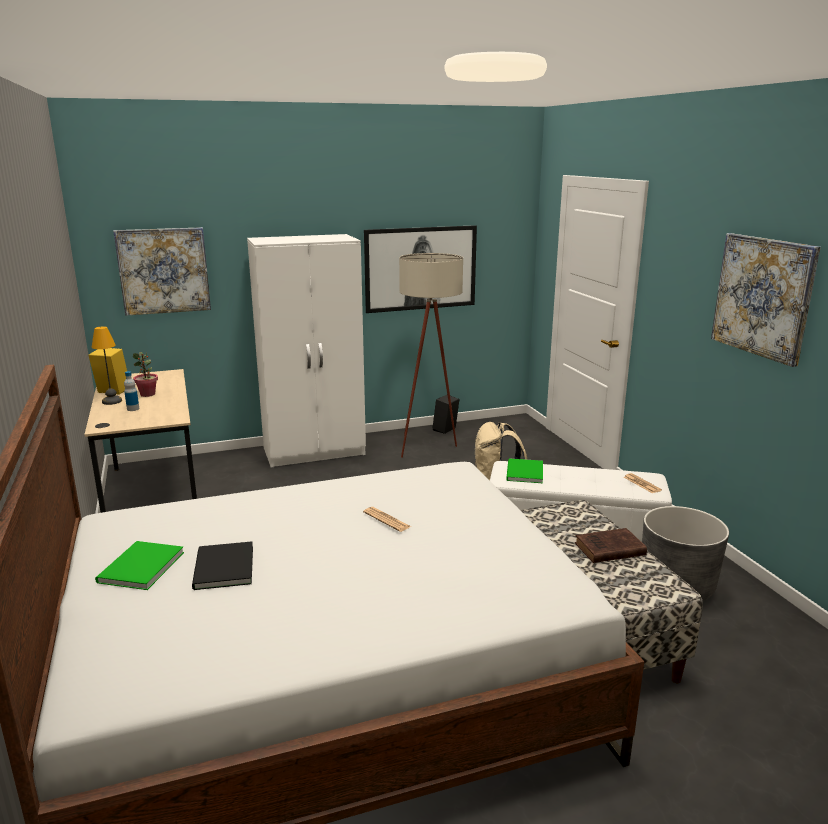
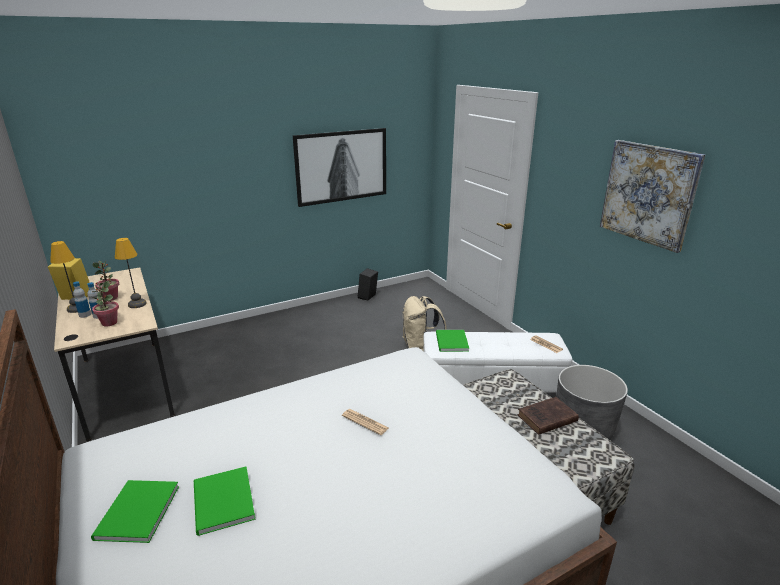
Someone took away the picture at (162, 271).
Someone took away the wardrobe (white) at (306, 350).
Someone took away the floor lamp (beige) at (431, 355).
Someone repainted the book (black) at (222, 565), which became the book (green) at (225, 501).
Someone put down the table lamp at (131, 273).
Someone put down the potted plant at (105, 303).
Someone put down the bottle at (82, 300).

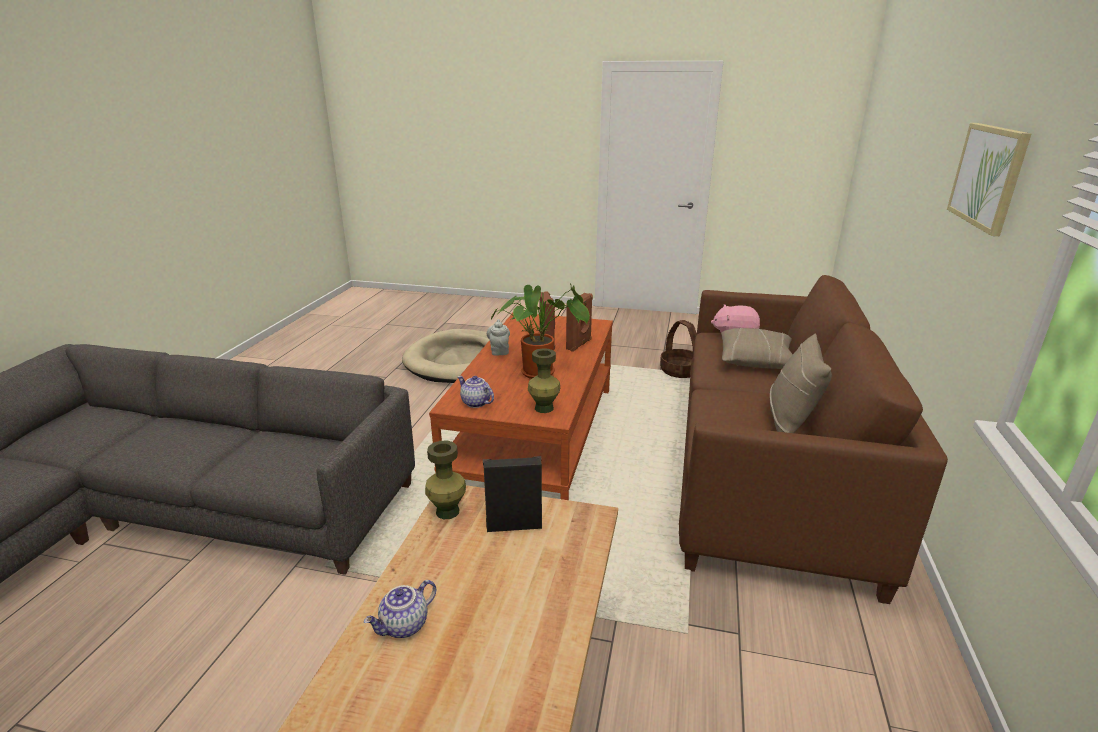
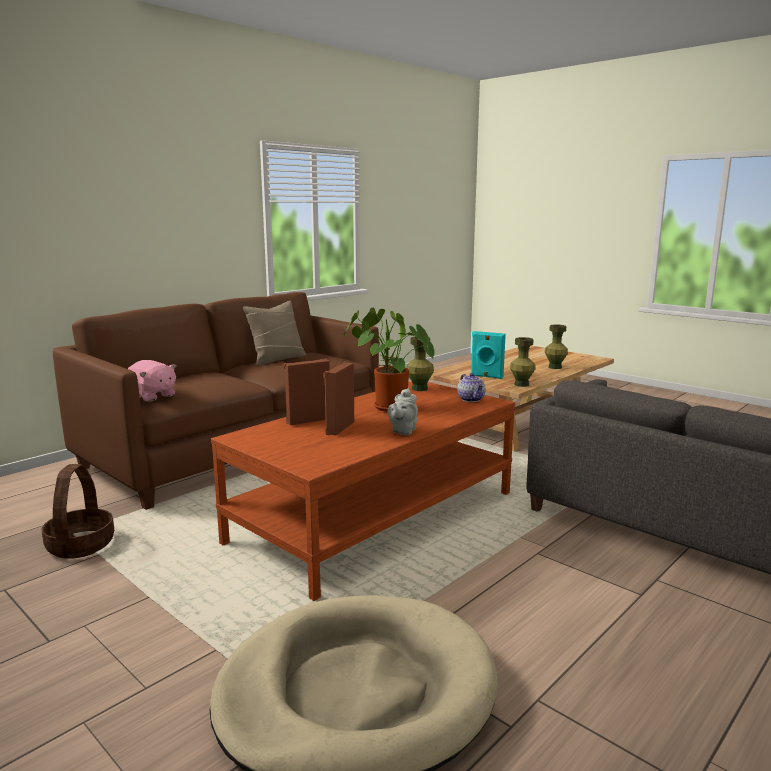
Someone took away the picture at (989, 179).
Someone took away the pillow (beige) at (757, 348).
Someone repainted the speaker (black) at (512, 494), which became the speaker (turquoise) at (488, 355).
Someone swapped the teapot at (400, 609) for the vase (green) at (556, 347).

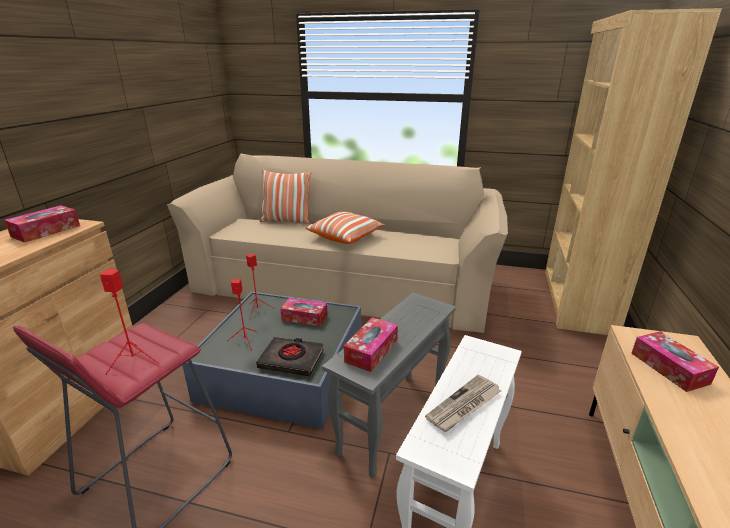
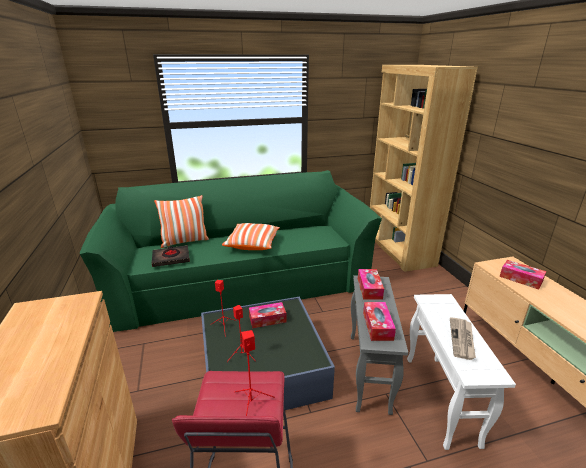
Someone repainted the sofa (beige) at (337, 243), which became the sofa (green) at (231, 251).
Someone carried the tissue box from (42, 224) to (371, 284).
Someone carried the book (black) from (290, 356) to (171, 256).

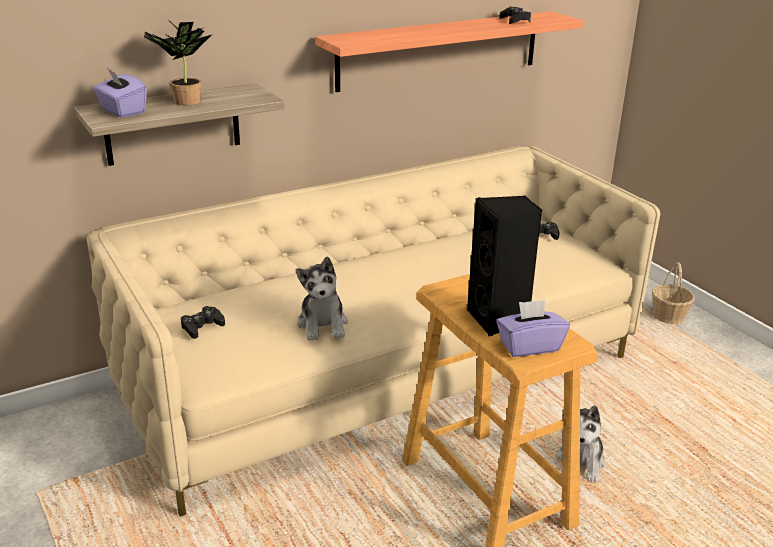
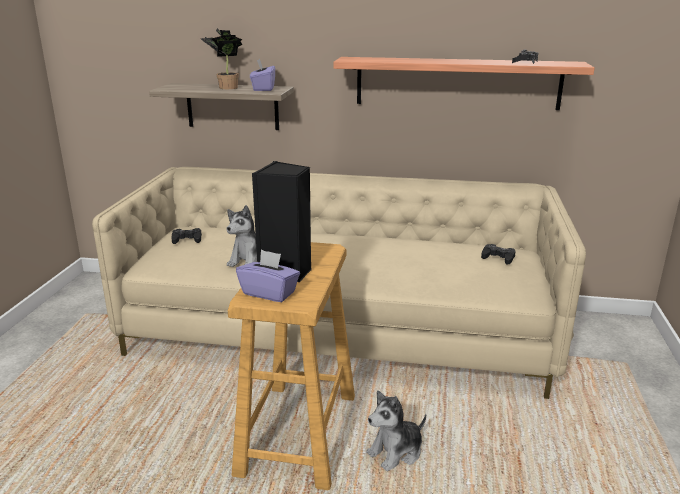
Someone carried the tissue box (purple) from (120, 93) to (262, 75).
Someone took away the basket at (673, 294).

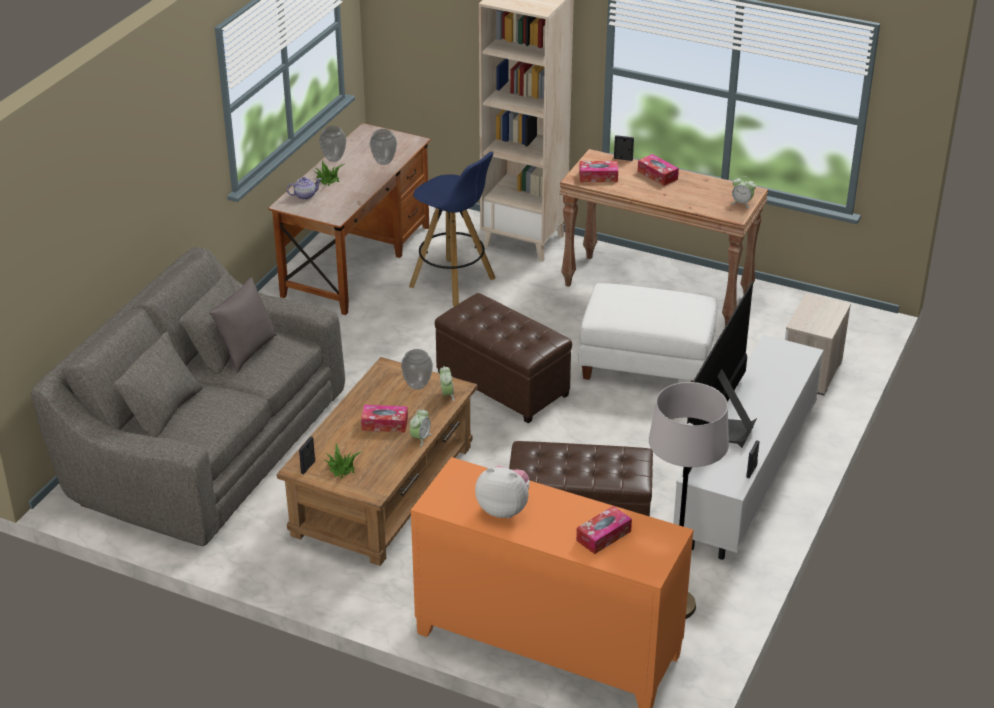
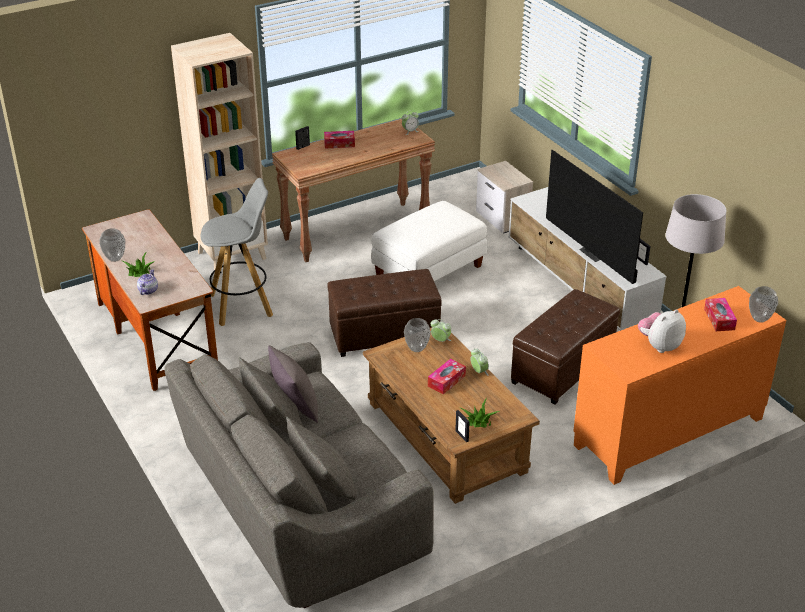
Someone carried the vase from (383, 147) to (763, 304).
Someone repainted the stool (blue) at (452, 229), which became the stool (grey) at (237, 252).
Someone took away the tissue box at (598, 171).

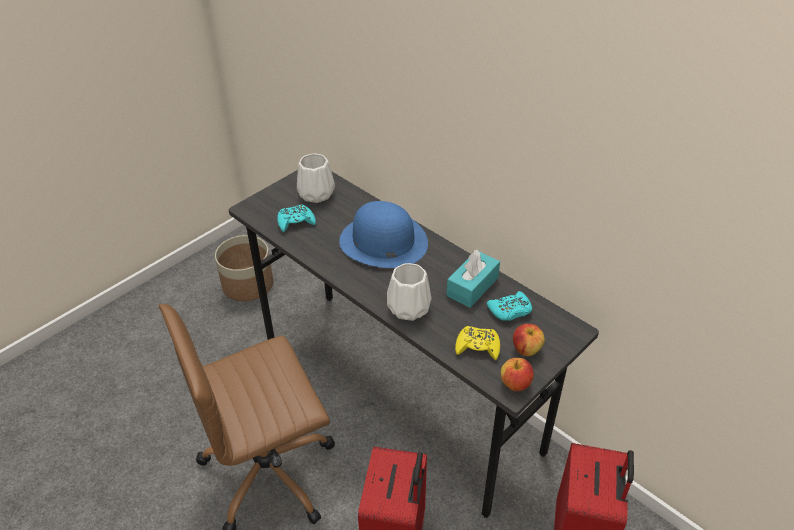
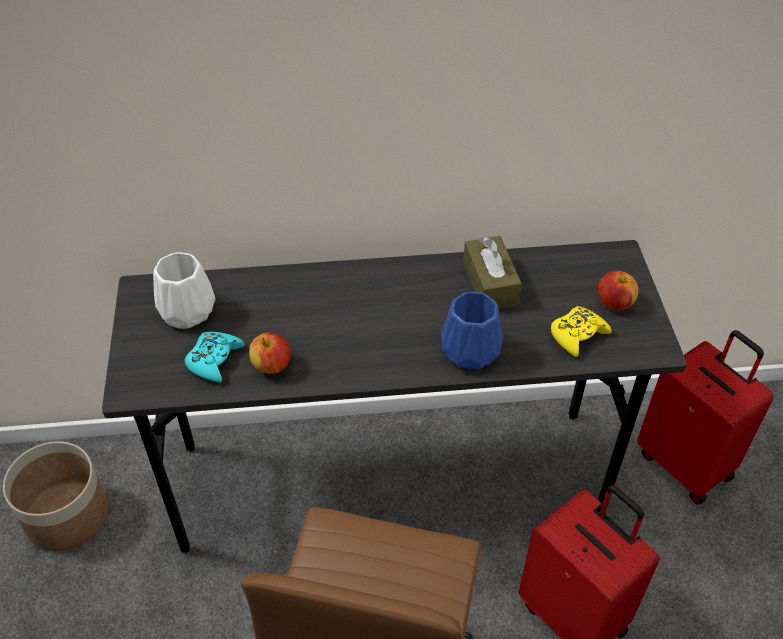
Someone took away the hat (blue) at (383, 234).
Someone repainted the tissue box (turquoise) at (473, 279), which became the tissue box (brown) at (492, 272).
Someone repainted the vase (white) at (409, 292), which became the vase (blue) at (472, 330).
Someone took away the game controller (turquoise) at (509, 306).
Someone carried the apple from (517, 374) to (270, 353).

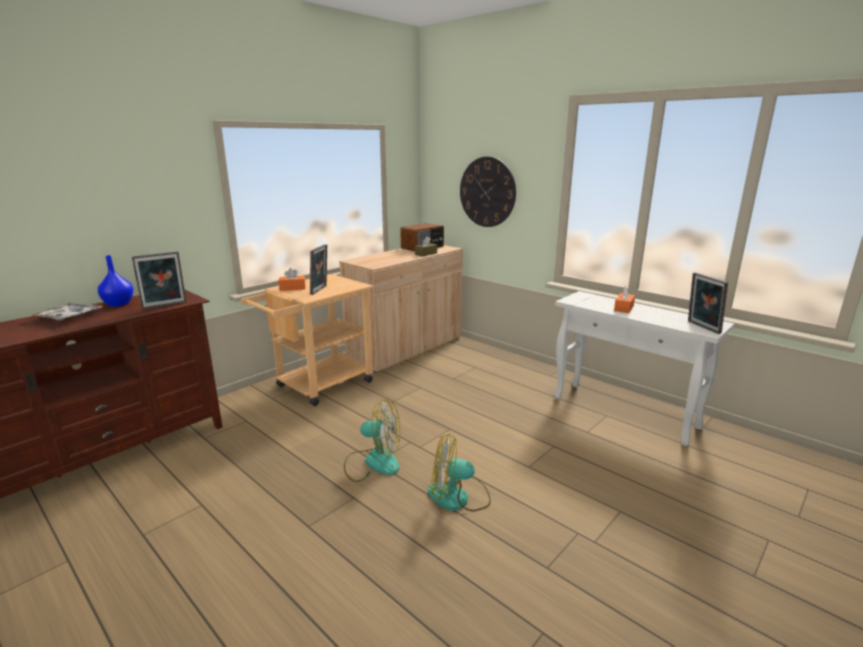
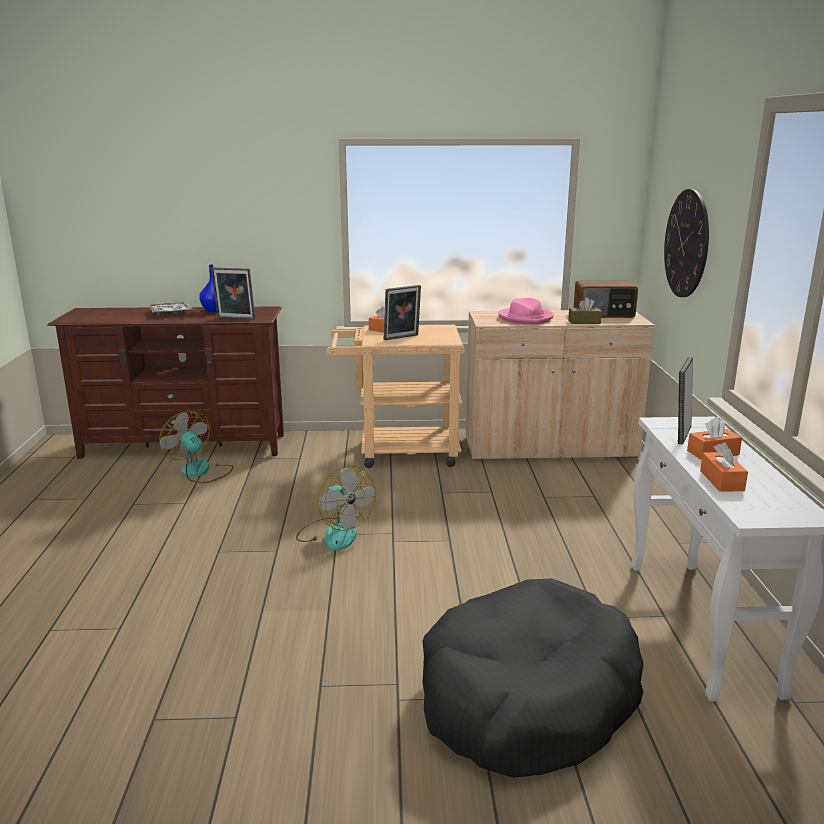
Someone carried the picture frame from (708, 303) to (685, 400).
Someone carried the fan from (459, 472) to (196, 447).
Someone put down the hat (pink) at (526, 311).
Someone put down the tissue box (orange) at (724, 467).
Someone put down the dog bed (black) at (533, 678).

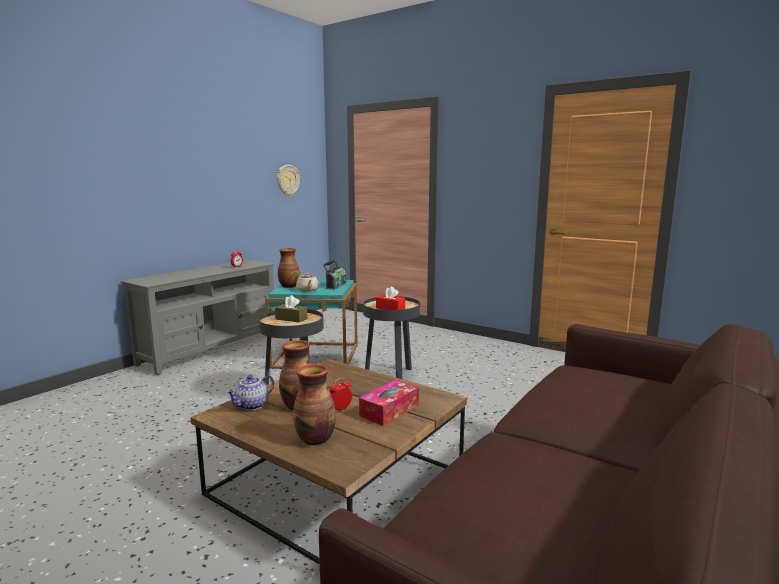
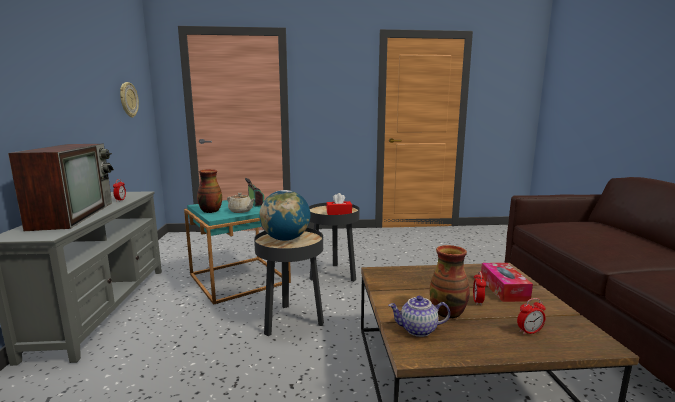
Someone swapped the tissue box (brown) at (291, 308) for the globe at (284, 215).
Someone swapped the vase at (314, 404) for the alarm clock at (531, 316).
Someone rotated the teapot at (250, 393) by 90 degrees clockwise.
Someone put down the television at (61, 187).

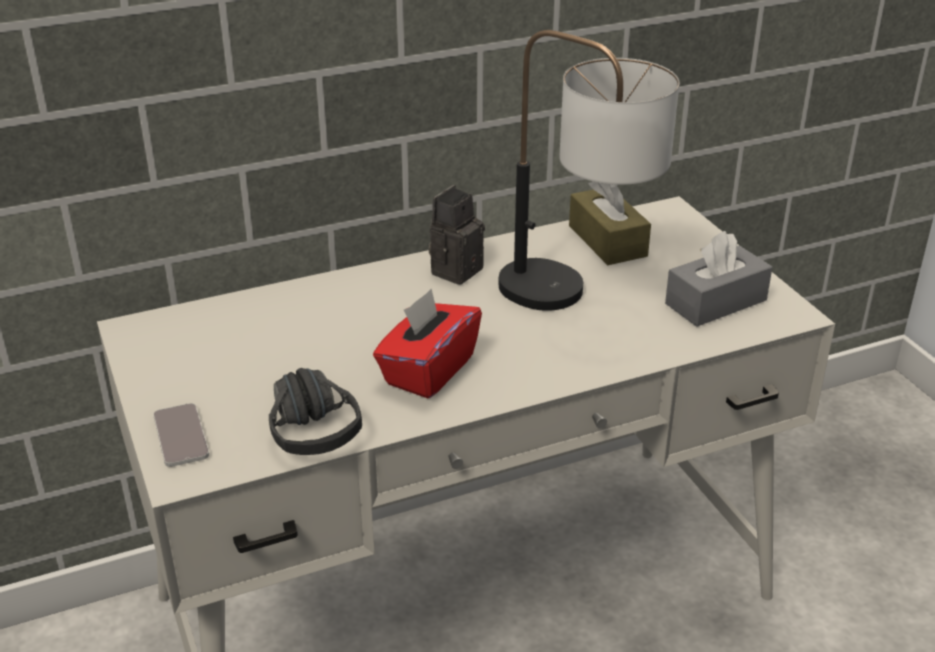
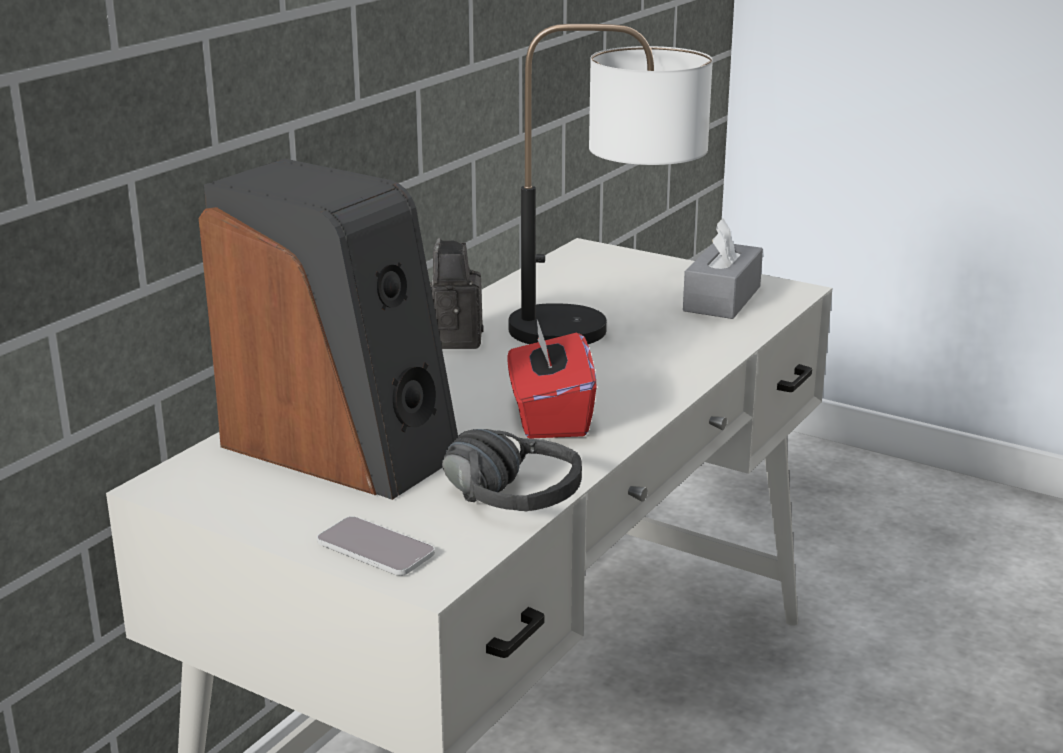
Someone took away the tissue box (brown) at (610, 223).
Someone put down the speaker at (328, 329).

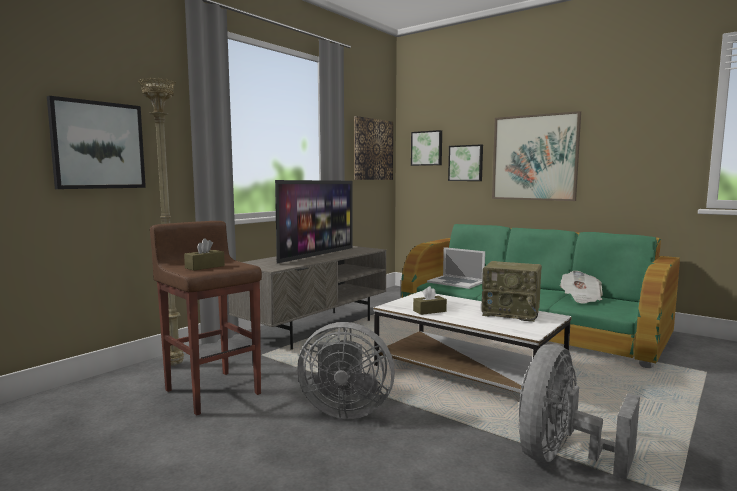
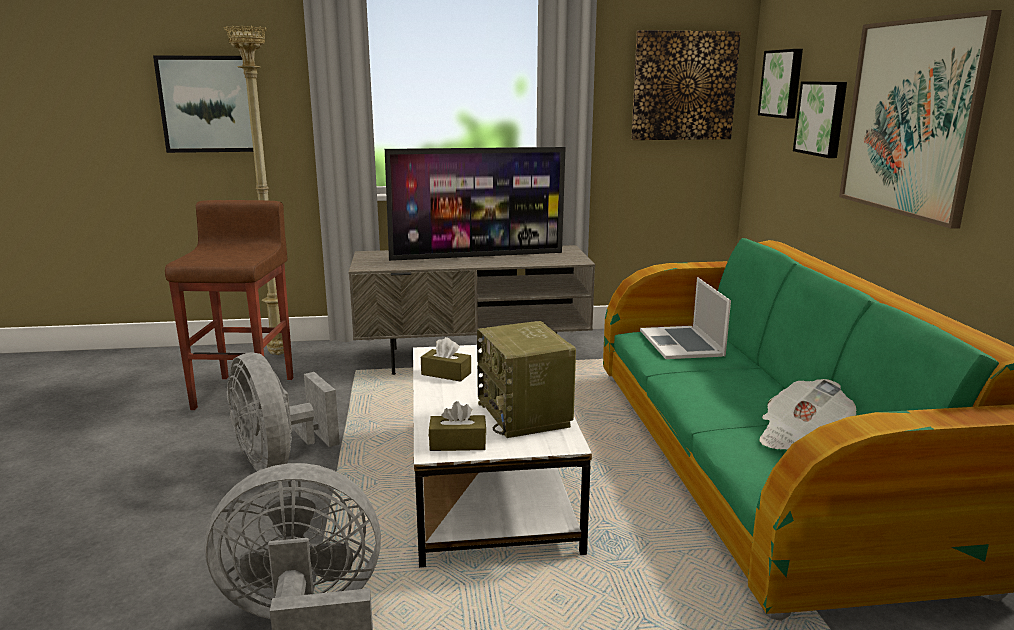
Someone carried the tissue box (brown) from (204, 254) to (457, 426).

